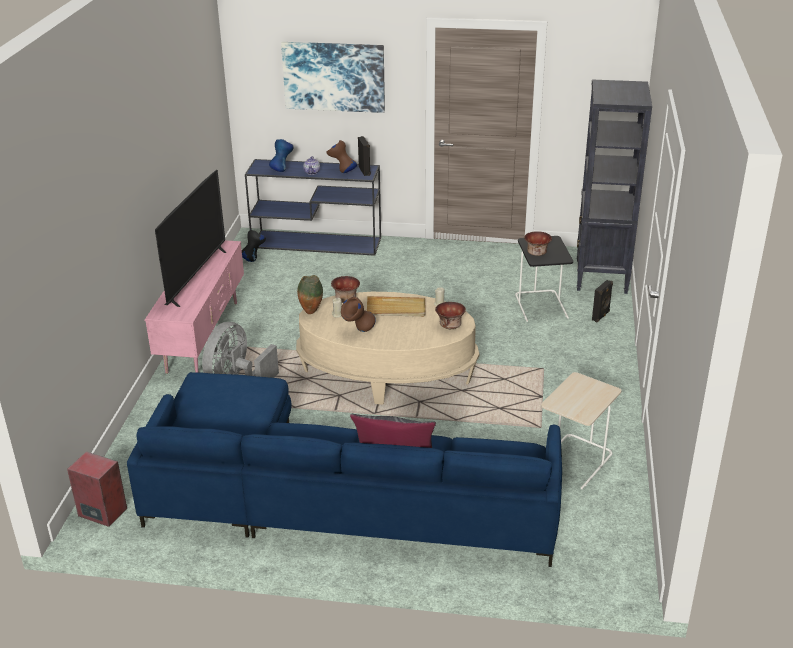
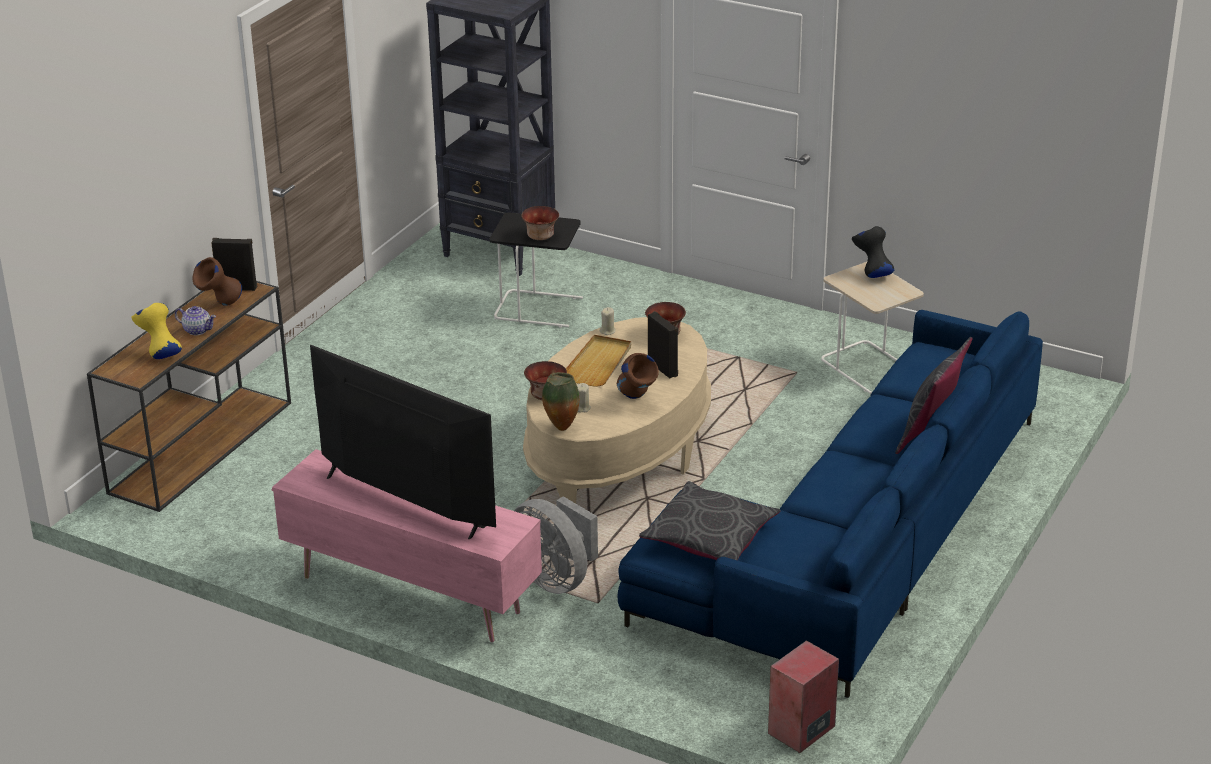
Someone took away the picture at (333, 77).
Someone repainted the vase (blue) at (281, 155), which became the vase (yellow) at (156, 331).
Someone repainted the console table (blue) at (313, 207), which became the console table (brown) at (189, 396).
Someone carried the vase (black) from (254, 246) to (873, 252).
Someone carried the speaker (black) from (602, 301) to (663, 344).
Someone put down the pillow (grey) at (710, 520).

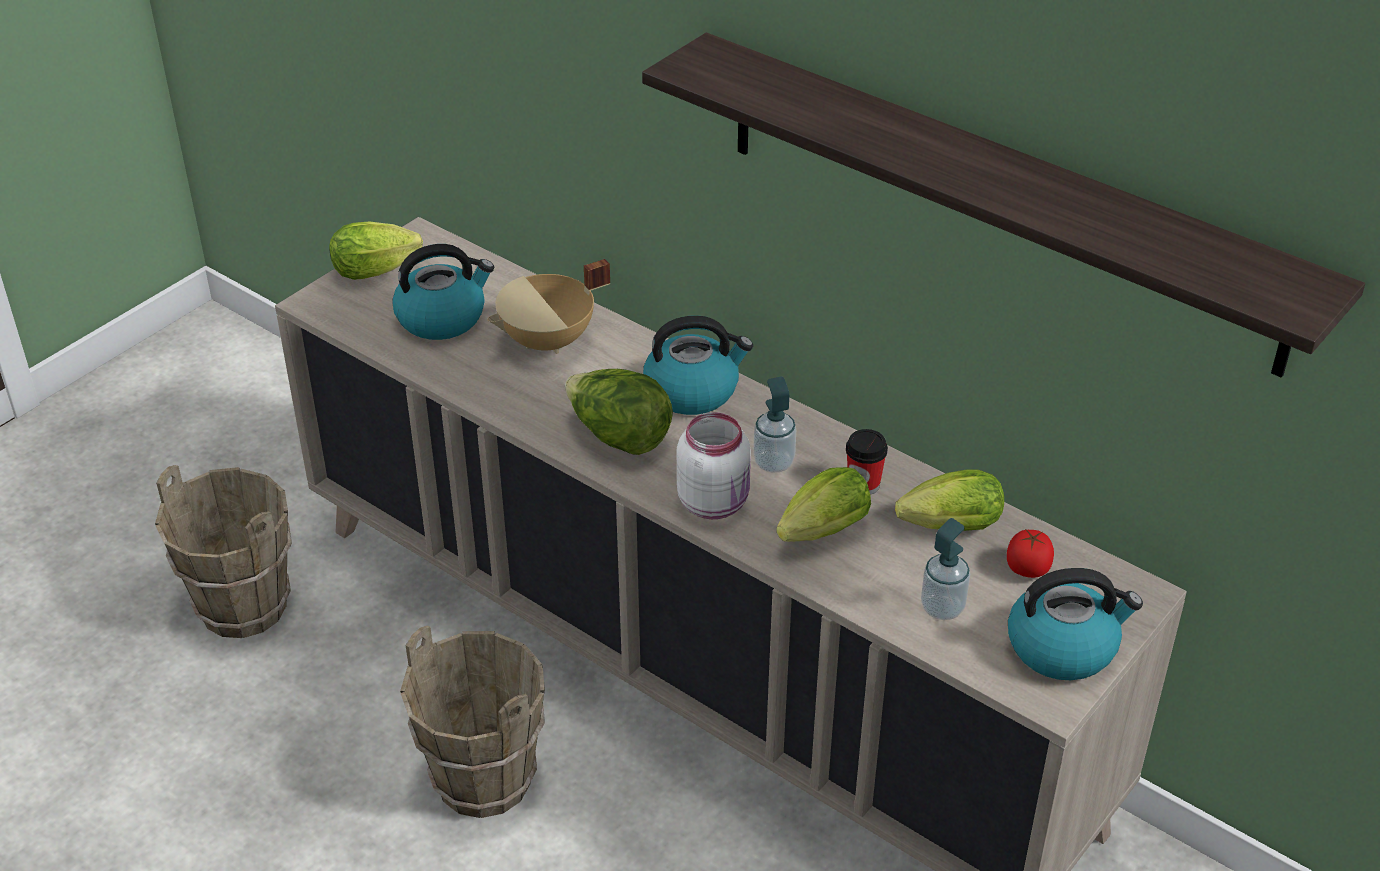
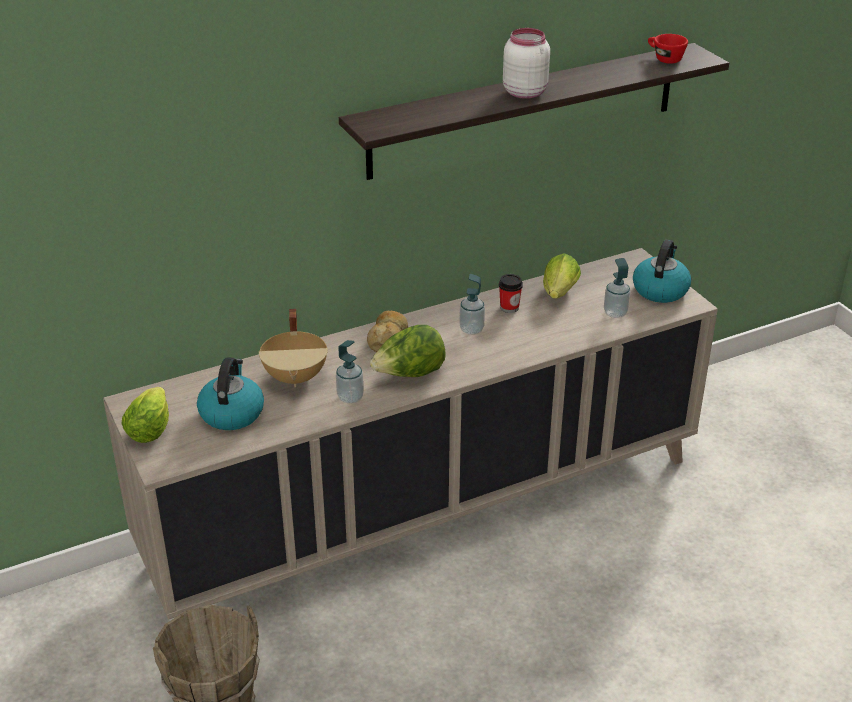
Someone swapped the kettle at (698, 365) for the bread at (387, 331).
Someone carried the jar (white) from (714, 465) to (526, 63).
Someone took away the lettuce at (823, 504).
Someone took away the tomato at (1030, 554).
Someone took away the bucket (brown) at (472, 722).
Someone put down the cup (red) at (668, 49).
Someone put down the soap dispenser at (350, 372).

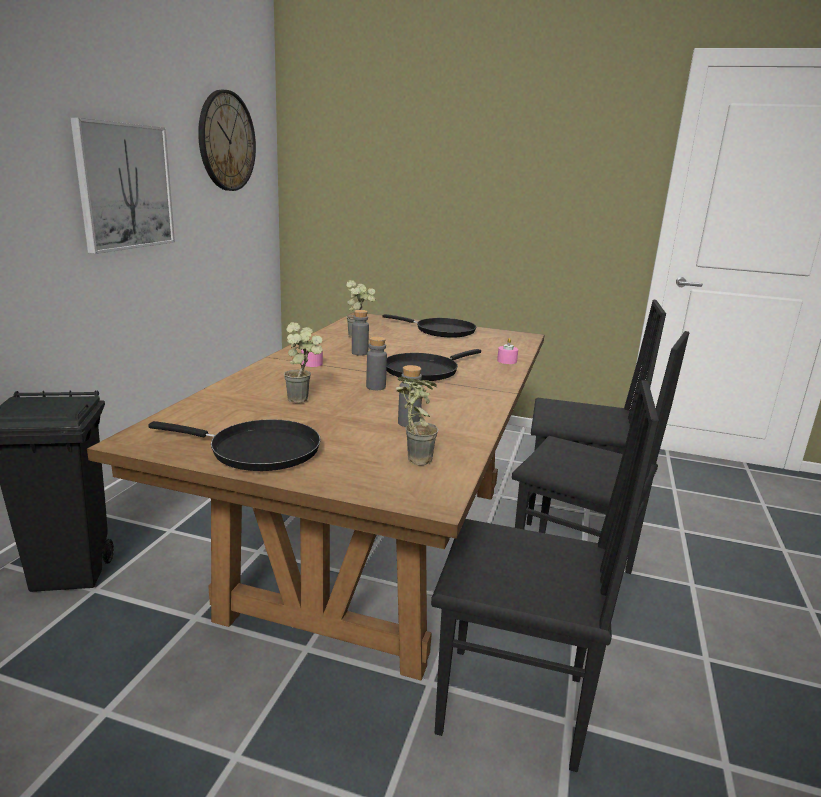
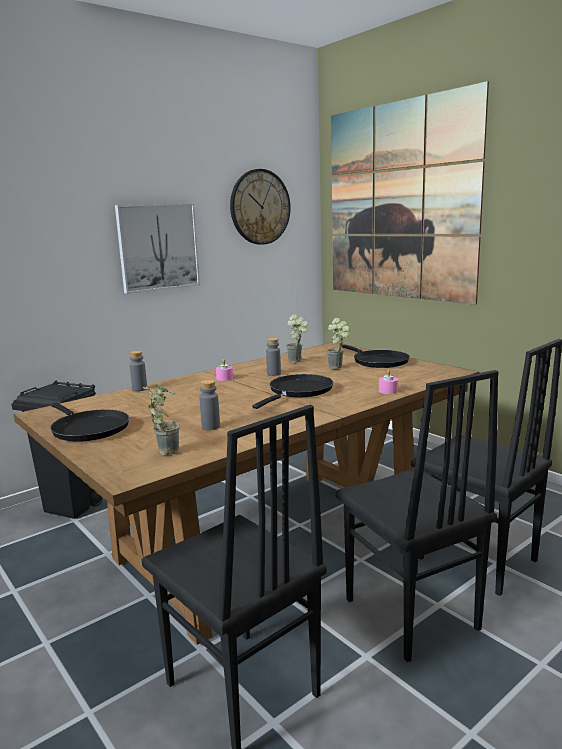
Someone carried the potted plant from (303, 362) to (338, 343).
Someone carried the bottle (grey) from (376, 363) to (138, 371).
Someone rotated the frying pan (black) at (434, 365) by 135 degrees clockwise.
Someone put up the picture at (410, 193).

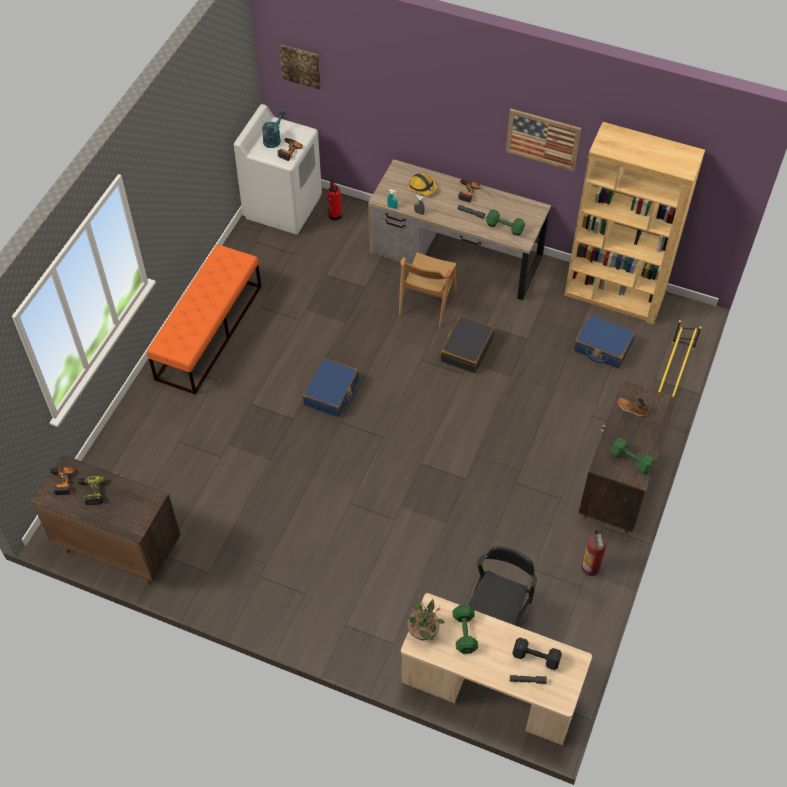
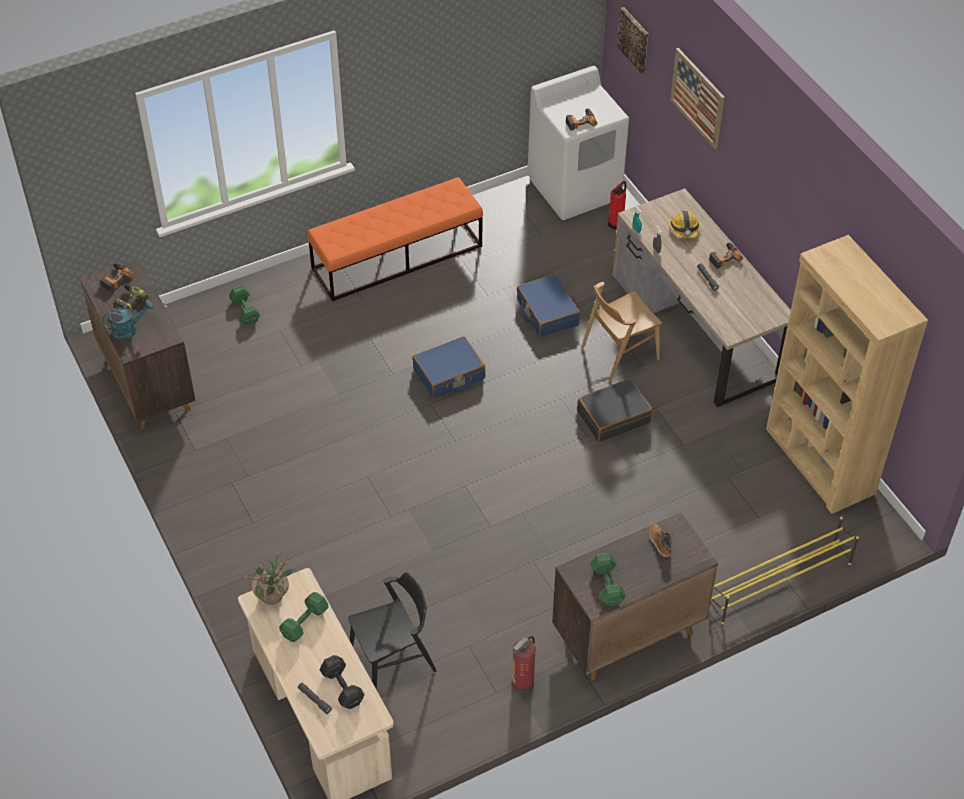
Someone carried the watering can (turquoise) from (274, 128) to (127, 320).
Someone carried the picture from (543, 140) to (697, 98).
Someone carried the dumbbell (green) from (505, 222) to (244, 305).
Someone carried the suitcase (blue) from (604, 341) to (548, 306).

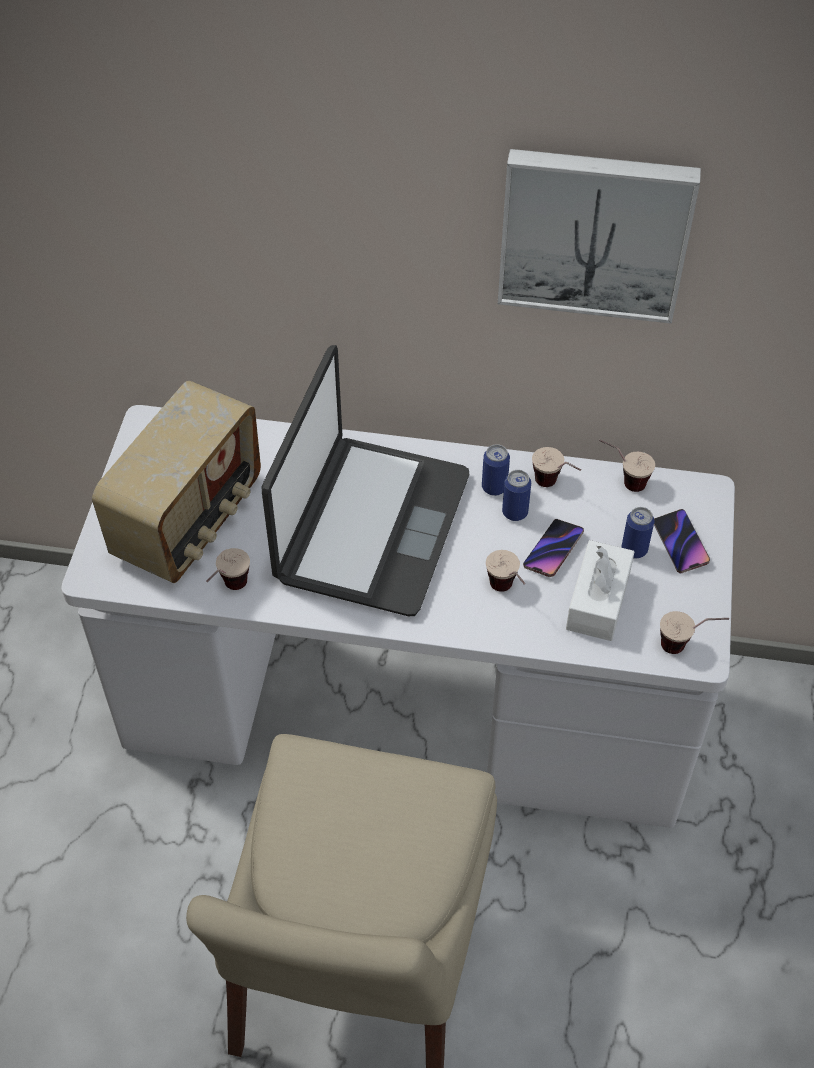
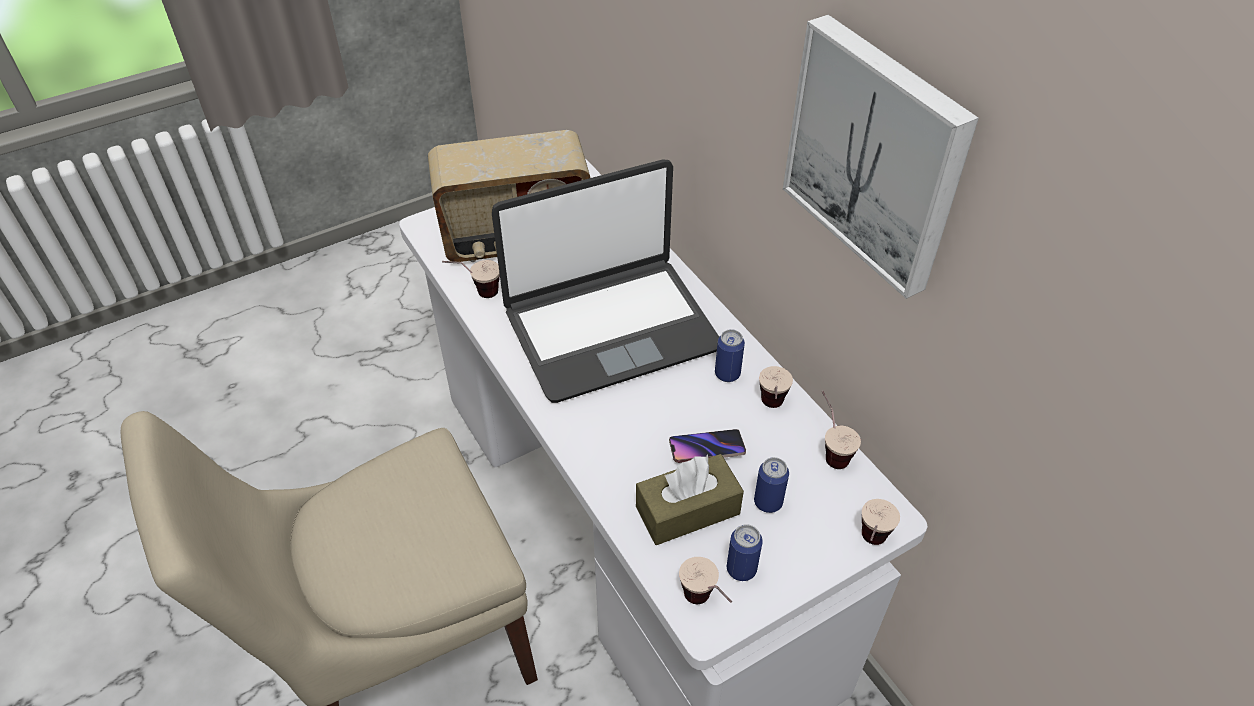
Someone carried the can from (516, 495) to (745, 552).
Someone took away the phone at (682, 541).
Someone repainted the tissue box (white) at (600, 590), which became the tissue box (brown) at (690, 499).
Someone carried the cup from (506, 571) to (881, 522).

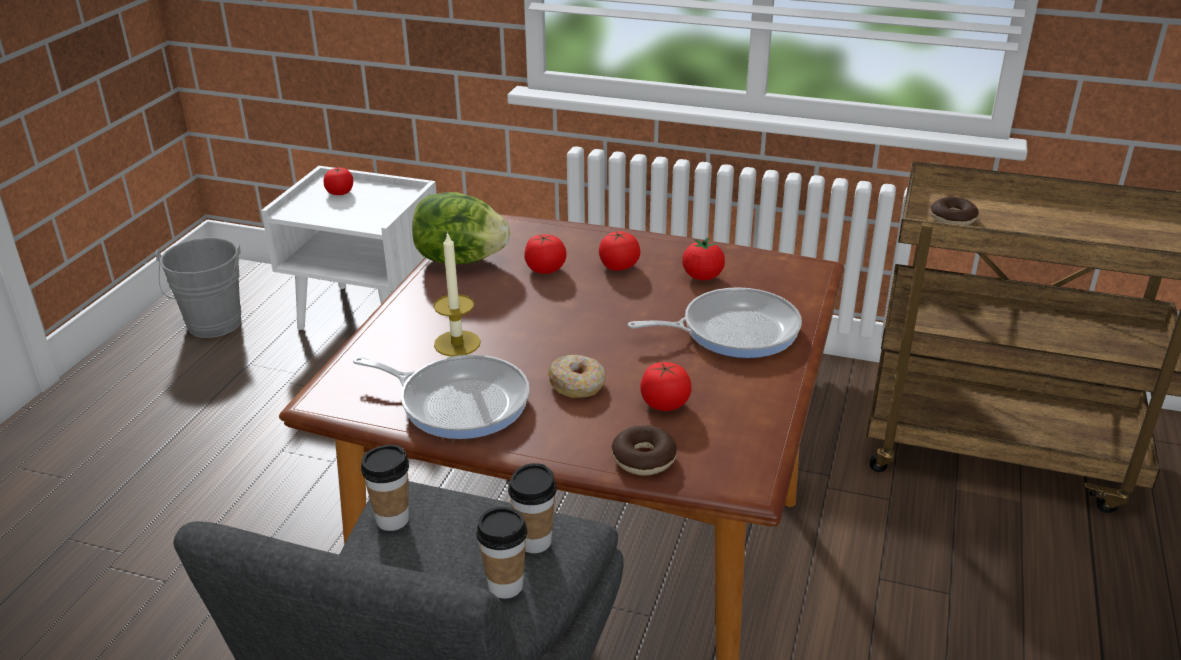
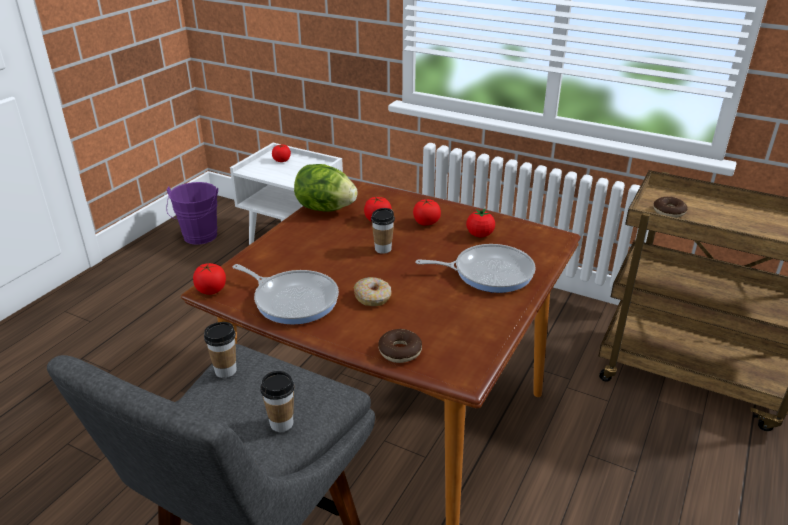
Someone took away the candle at (457, 294).
Someone repainted the bucket (grey) at (198, 288), which became the bucket (purple) at (192, 213).
Someone carried the tomato from (666, 386) to (209, 279).
Someone carried the cup from (532, 508) to (383, 231).

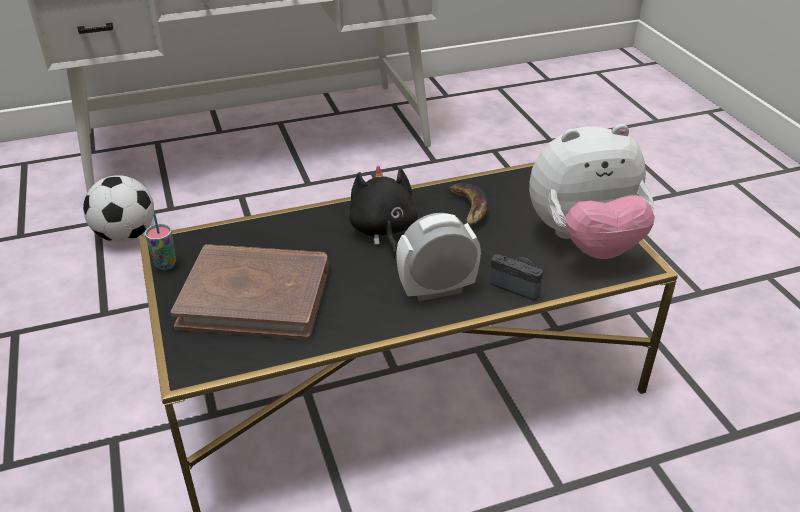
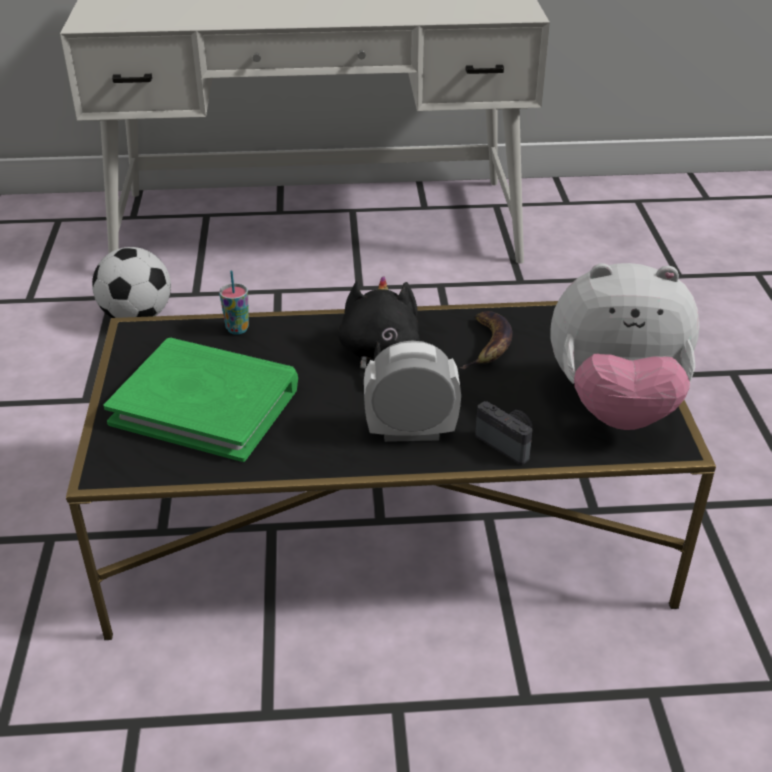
Someone carried the cup from (160, 241) to (234, 302).
Someone repainted the book (brown) at (250, 292), which became the book (green) at (201, 400).

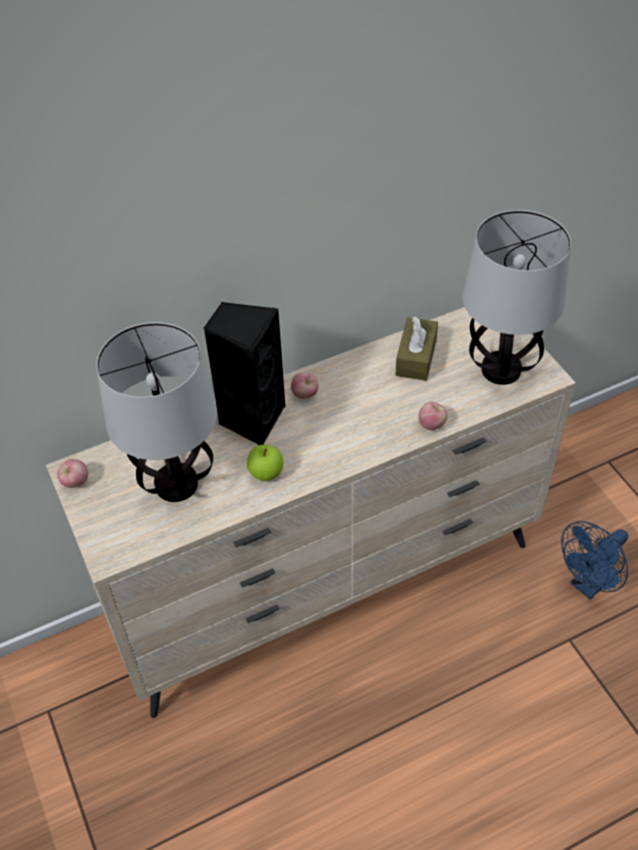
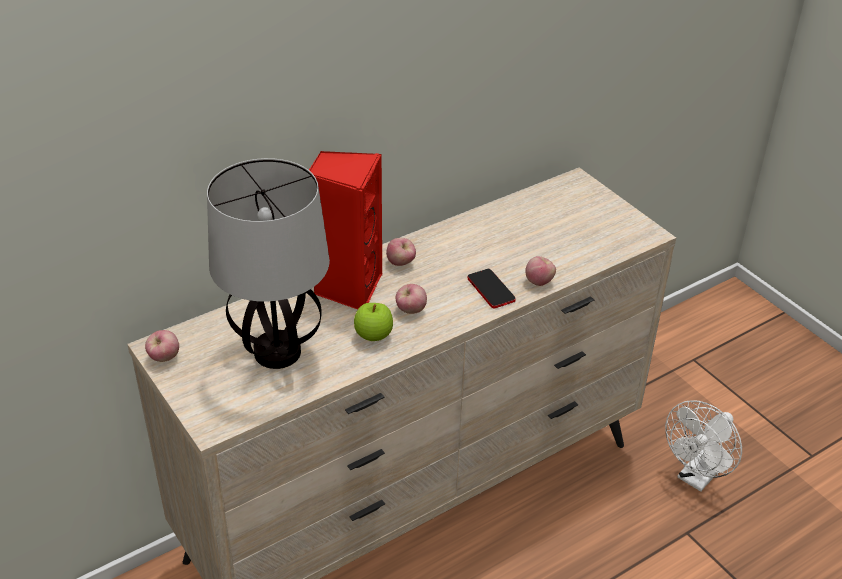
Someone took away the table lamp at (516, 297).
Someone repainted the speaker (black) at (244, 373), which became the speaker (red) at (345, 230).
Someone took away the tissue box (brown) at (417, 349).
Someone repainted the fan (blue) at (594, 560), which became the fan (white) at (703, 446).
Someone put down the phone at (492, 289).
Someone put down the apple at (411, 299).

